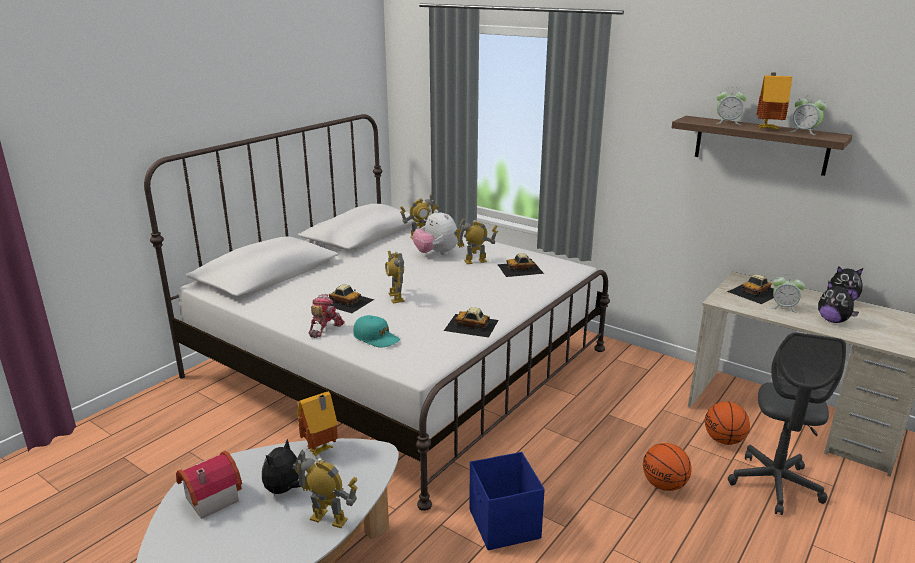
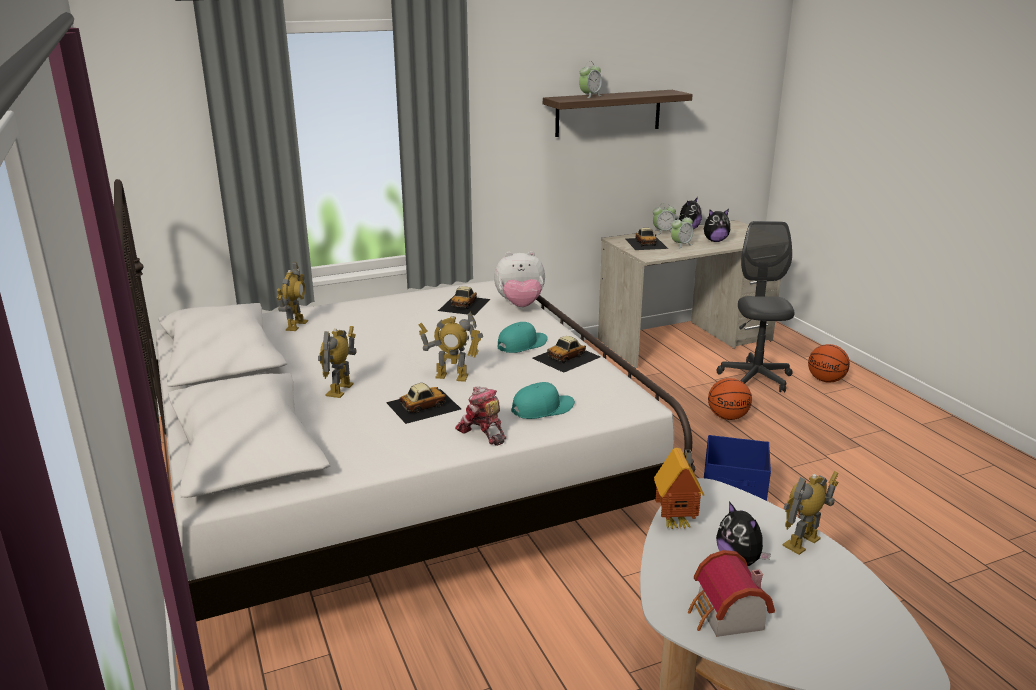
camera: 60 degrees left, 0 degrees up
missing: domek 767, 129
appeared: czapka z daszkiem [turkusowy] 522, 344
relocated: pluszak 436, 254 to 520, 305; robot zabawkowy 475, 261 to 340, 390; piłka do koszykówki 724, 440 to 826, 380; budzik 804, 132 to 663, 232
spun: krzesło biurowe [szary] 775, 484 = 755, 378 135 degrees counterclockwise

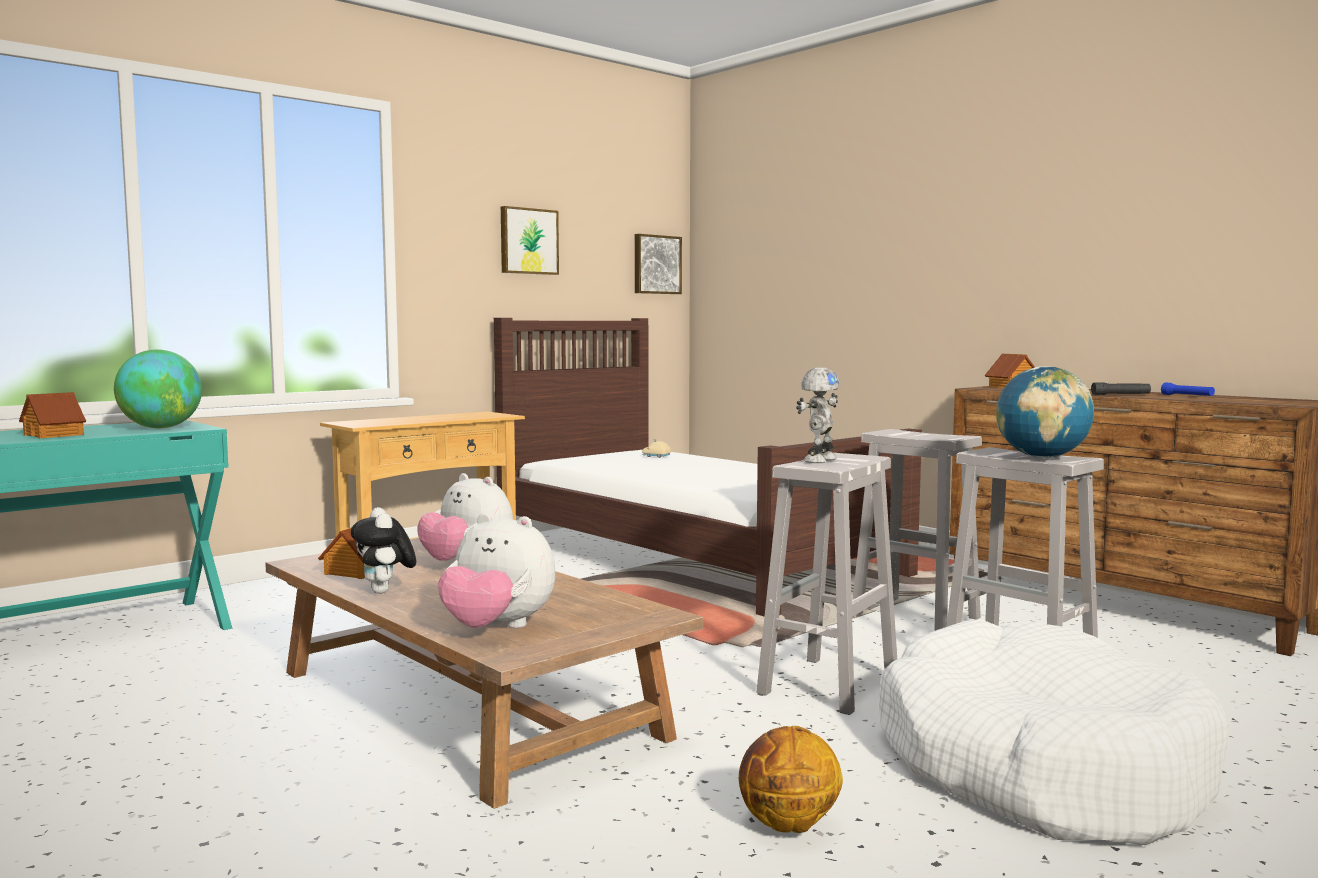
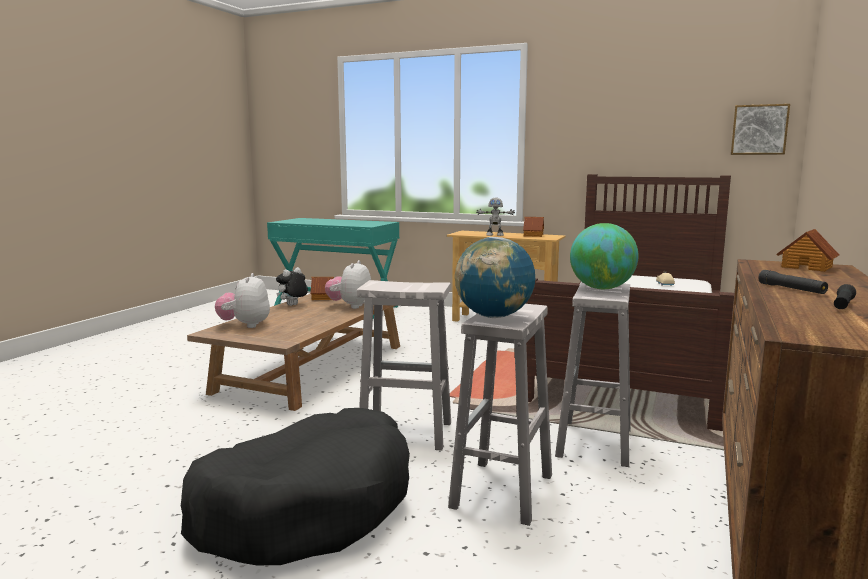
camera: 65 degrees right, 5 degrees up
missing: obraz 528, 241; piłka do koszykówki 788, 826
relocated: domek 54, 435 to 533, 235; globus 160, 428 to 601, 288; robot zabawkowy 818, 460 to 495, 235
colour: legowisko [biały] 1038, 767 to legowisko [czarny] 306, 507; latarka [niebieski] 1187, 396 to latarka [czarny] 842, 305

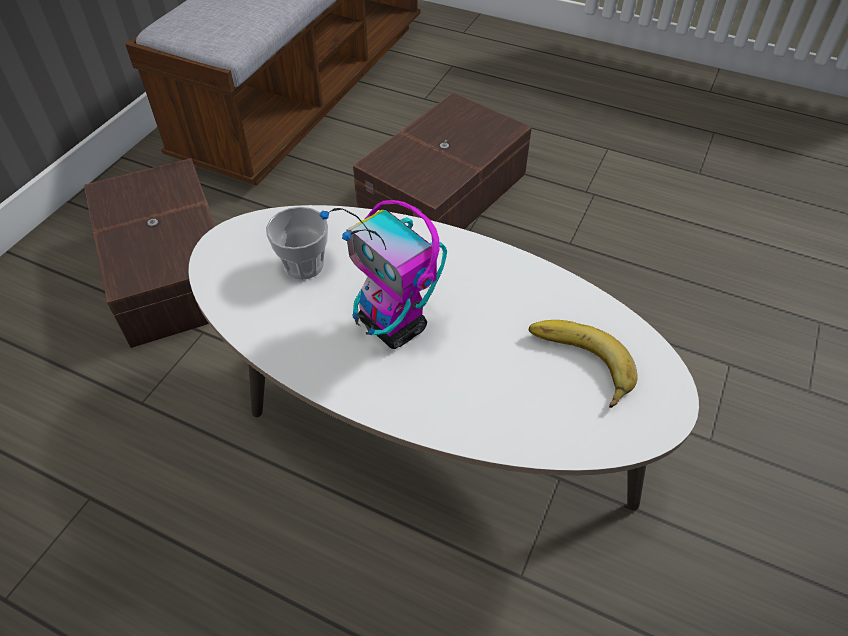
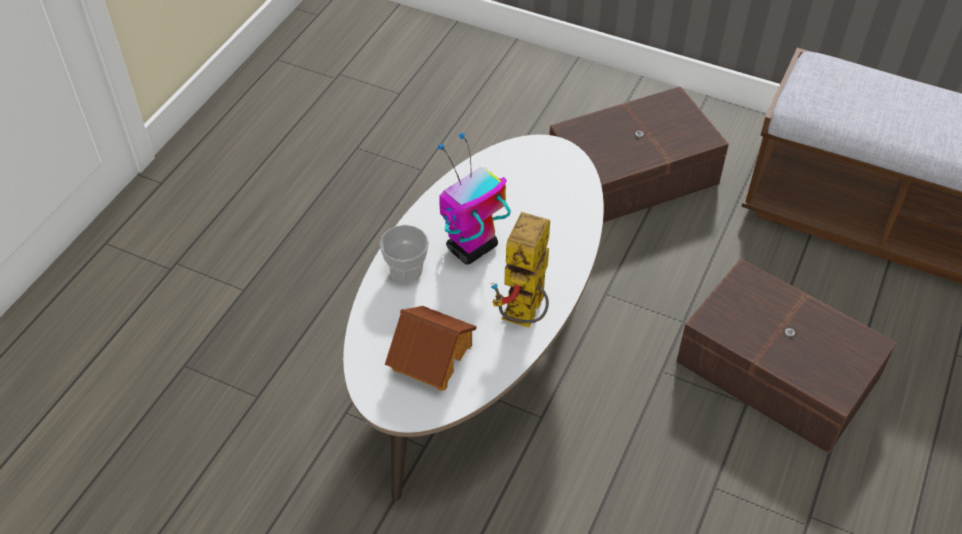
camera: 90 degrees right, 0 degrees up
appeared: robot zabawkowy 524, 317
relocated: filiżanka 304, 265 to 406, 270
exchanged: banan 577, 365 to domek 431, 356

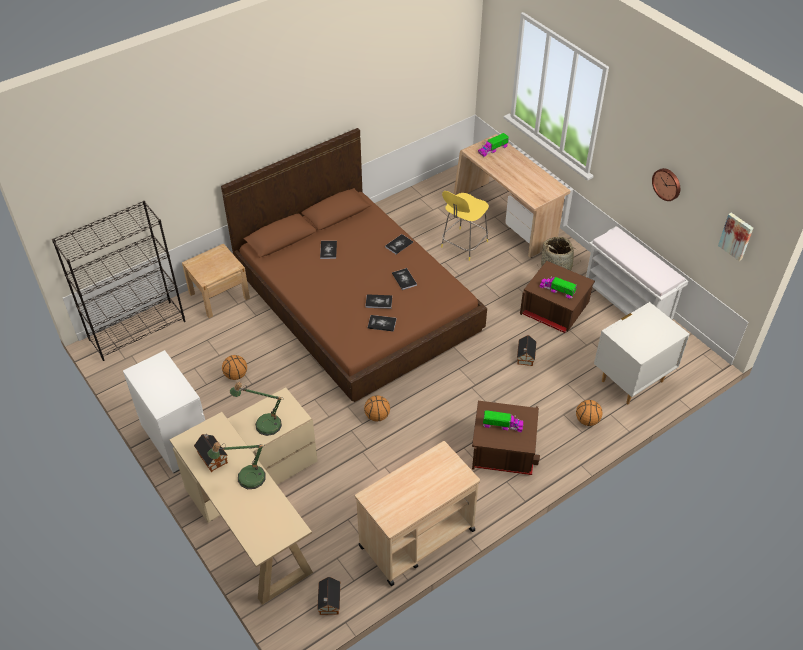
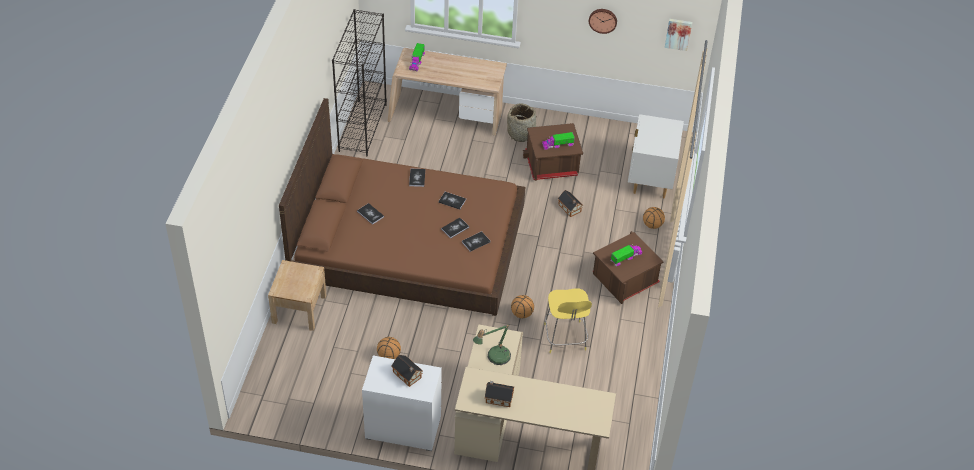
camera: 45 degrees left, 0 degrees up
missing: lampa stołowa 246, 478; wózek [beżowy] 416, 538; ławka [biały] 628, 303
relocated: regał [czarny] 138, 330 to 362, 127; domek 329, 602 to 407, 375; stołek [żółty] 463, 245 to 565, 338

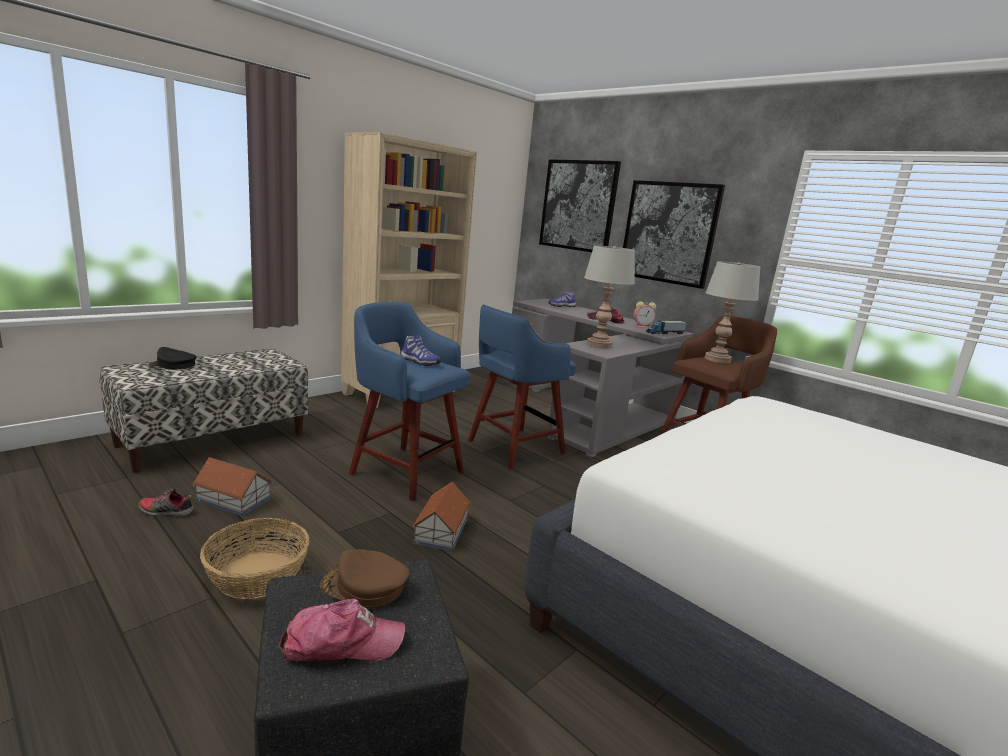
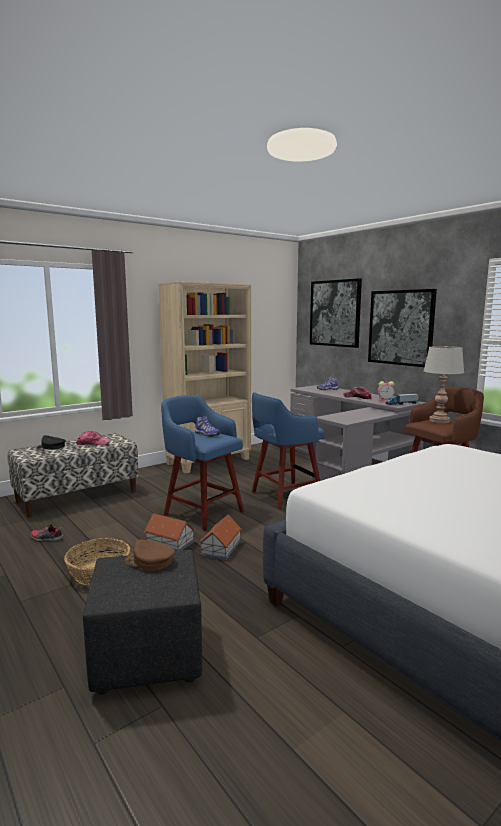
camera: 10 degrees right, 5 degrees down
missing: lampa stołowa [szary] 599, 345
relocated: domek 233, 499 to 169, 542; czapka z daszkiem 342, 643 to 93, 443

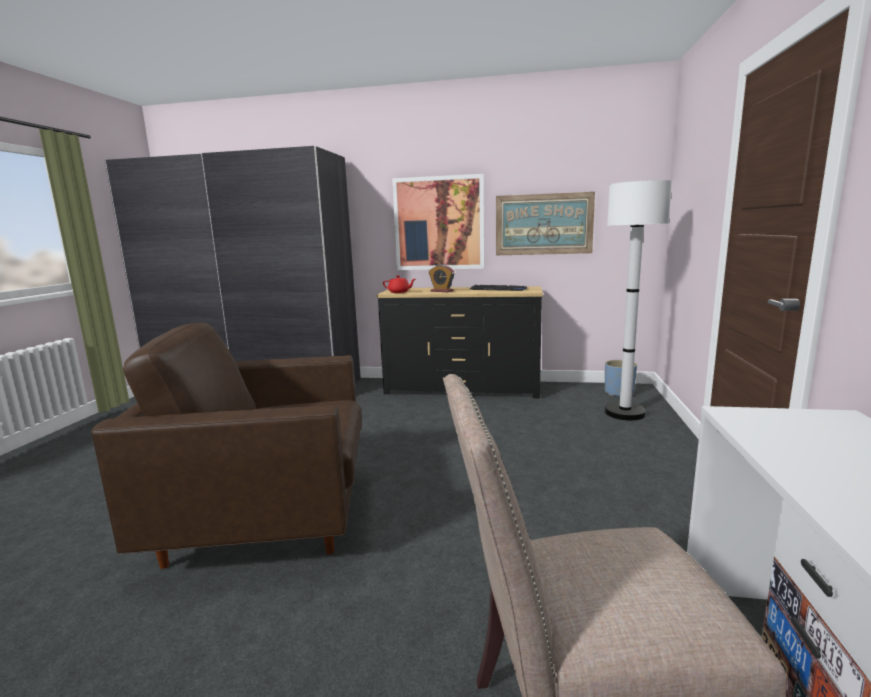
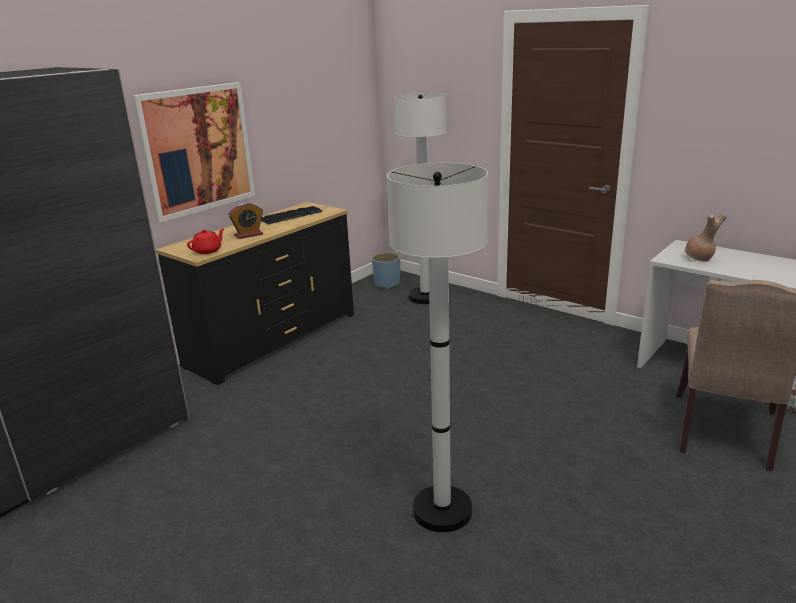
camera: 60 degrees left, 10 degrees up
missing: obraz 543, 224
appeared: wazon [brązowy] 699, 259
exchanged: fotel [brązowy] 268, 518 to lampa stojąca [biały] 442, 510

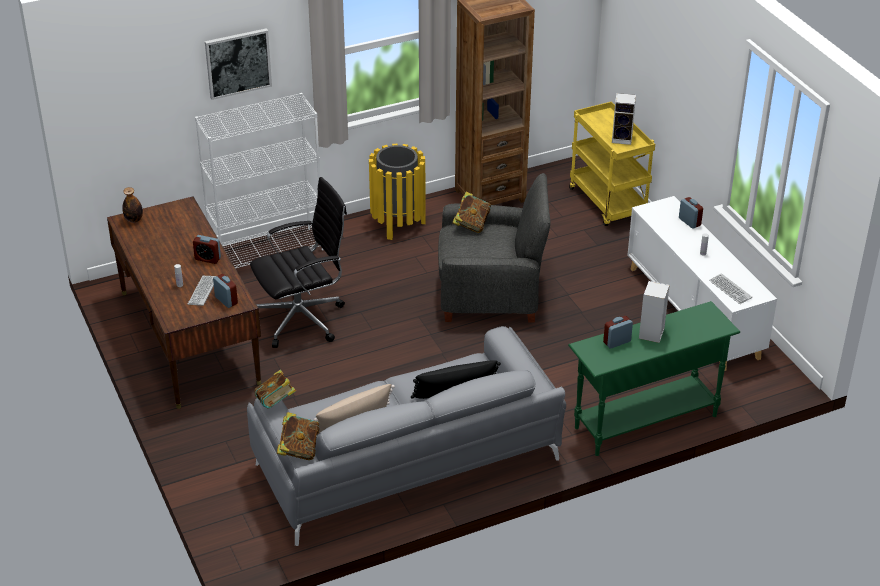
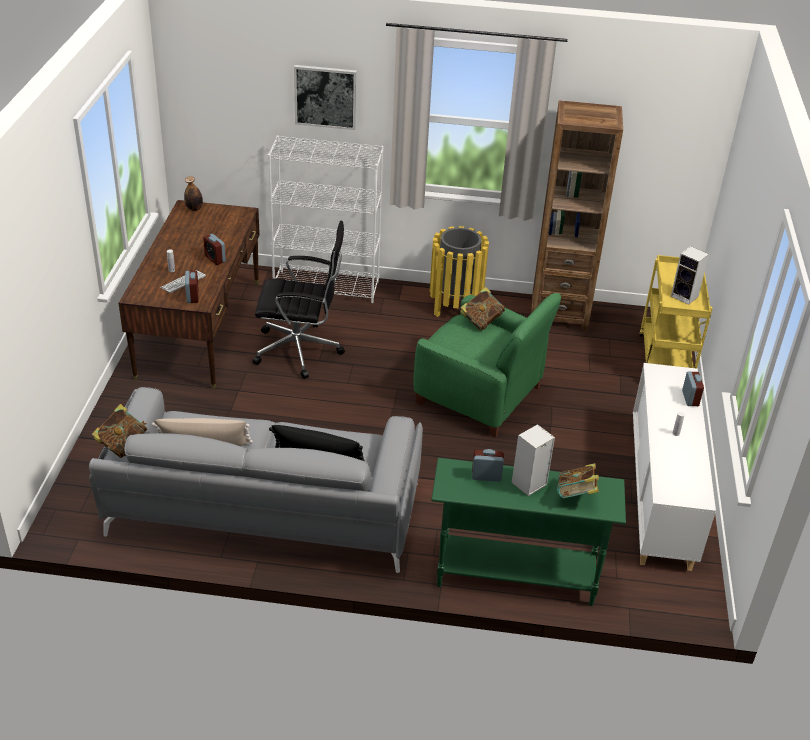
camera: 30 degrees right, 0 degrees up
missing: klawiatura 730, 289
relocated: książka 276, 403 to 576, 496
colour: fotel [szary] 491, 293 to fotel [zielony] 480, 396

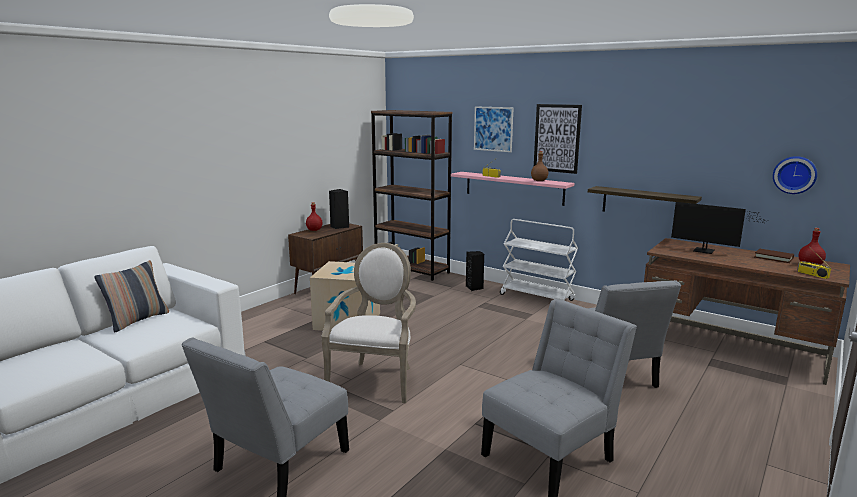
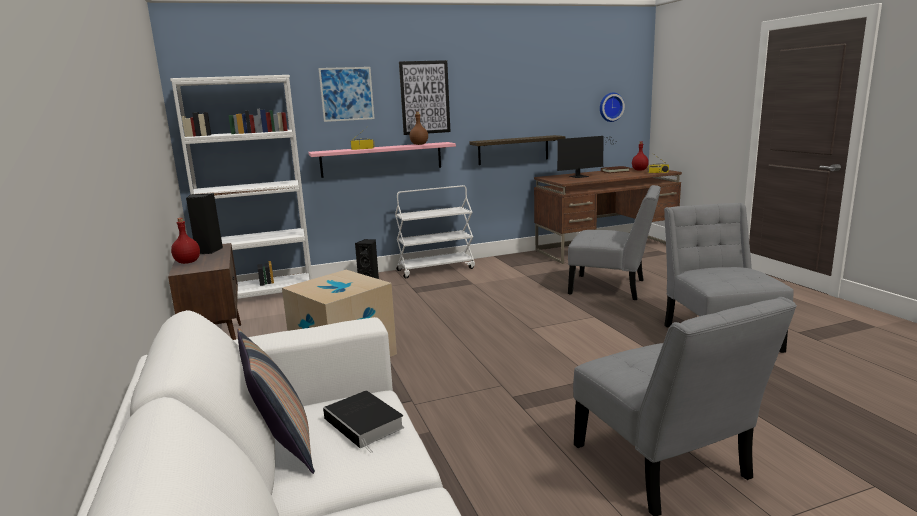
camera: 55 degrees left, 0 degrees up
missing: fotel 376, 379
appeared: książka 365, 424
colour: regał [brązowy] 412, 270 to regał [biały] 263, 295

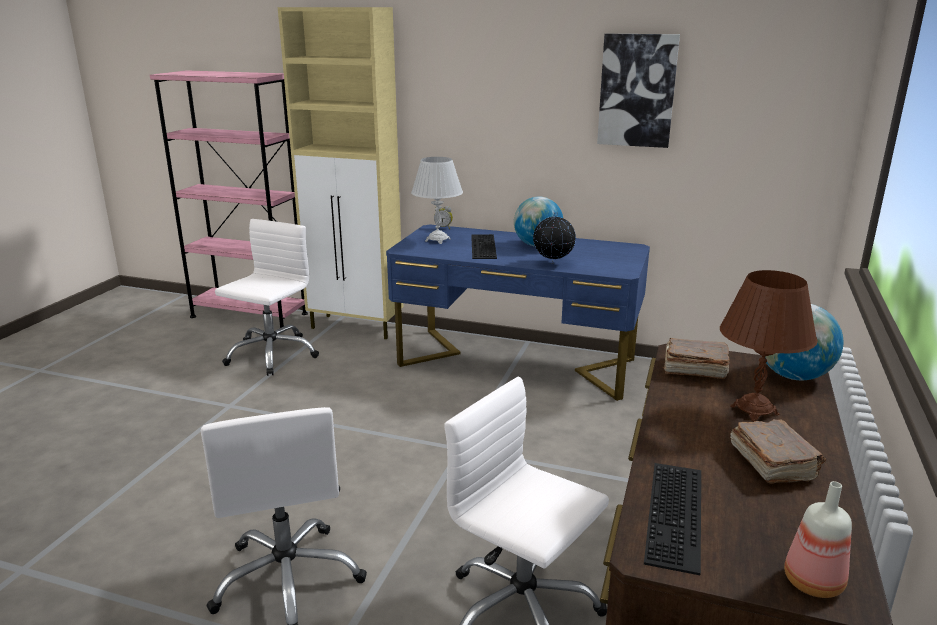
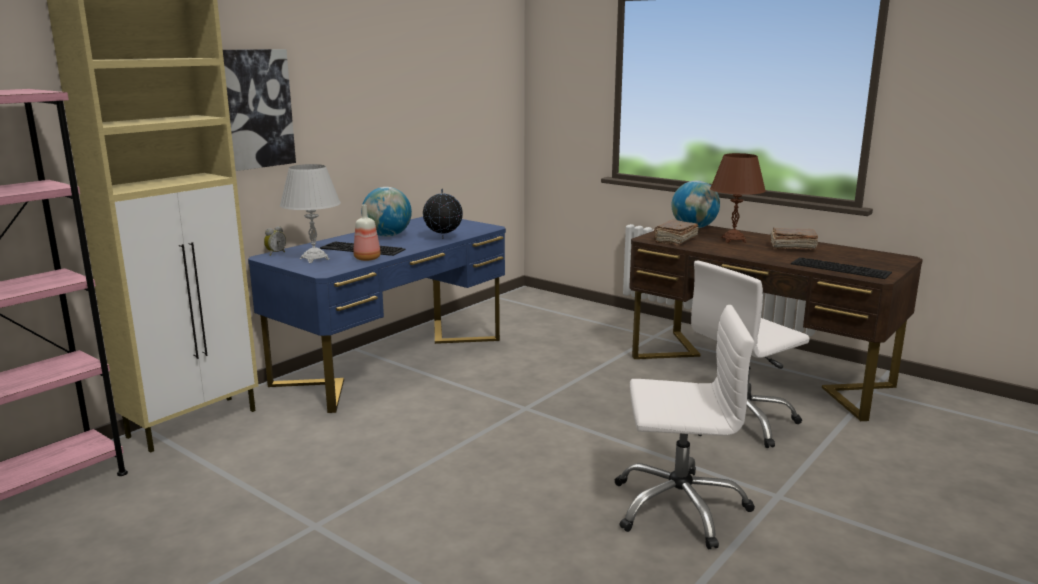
camera: 70 degrees left, 5 degrees down
missing: krzesło biurowe [biały] 271, 354
relocated: obraz 637, 90 to 255, 109; butelka 813, 584 to 368, 259

